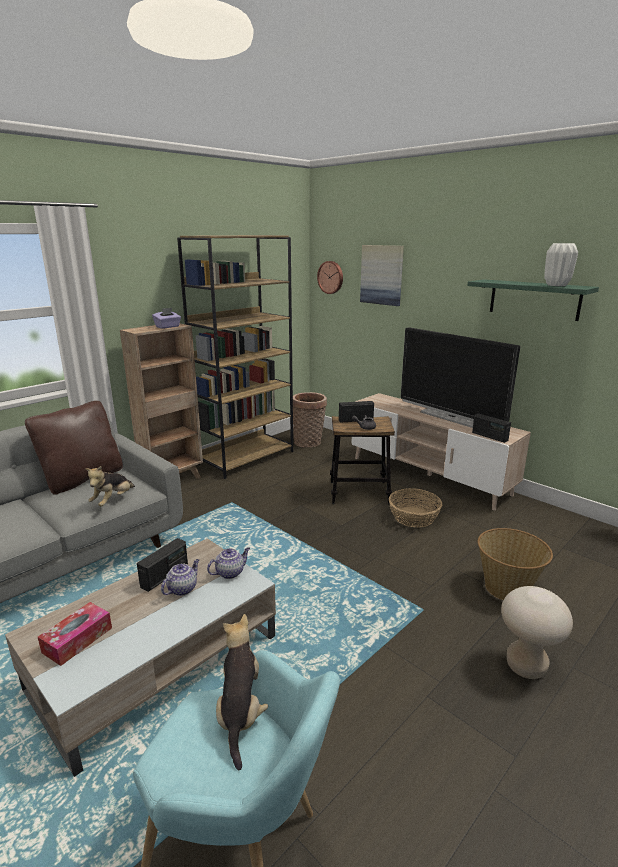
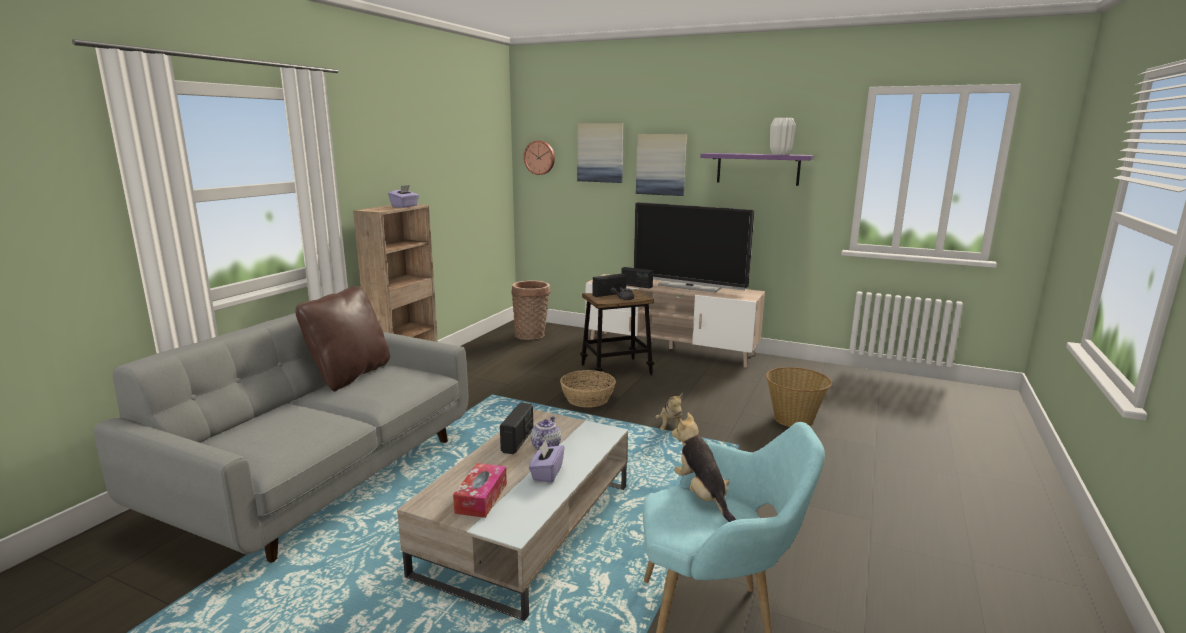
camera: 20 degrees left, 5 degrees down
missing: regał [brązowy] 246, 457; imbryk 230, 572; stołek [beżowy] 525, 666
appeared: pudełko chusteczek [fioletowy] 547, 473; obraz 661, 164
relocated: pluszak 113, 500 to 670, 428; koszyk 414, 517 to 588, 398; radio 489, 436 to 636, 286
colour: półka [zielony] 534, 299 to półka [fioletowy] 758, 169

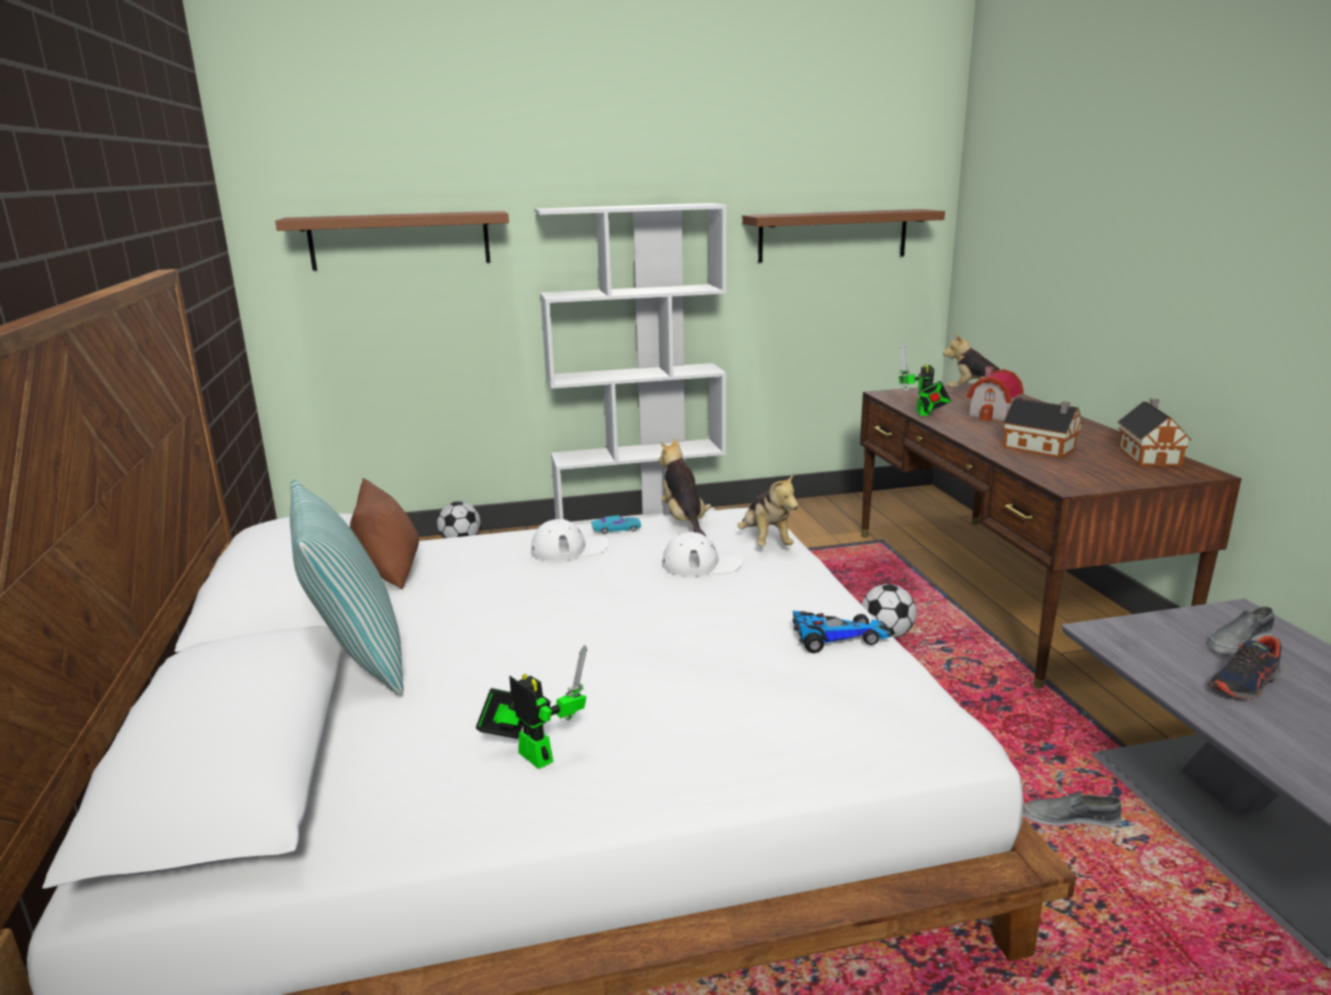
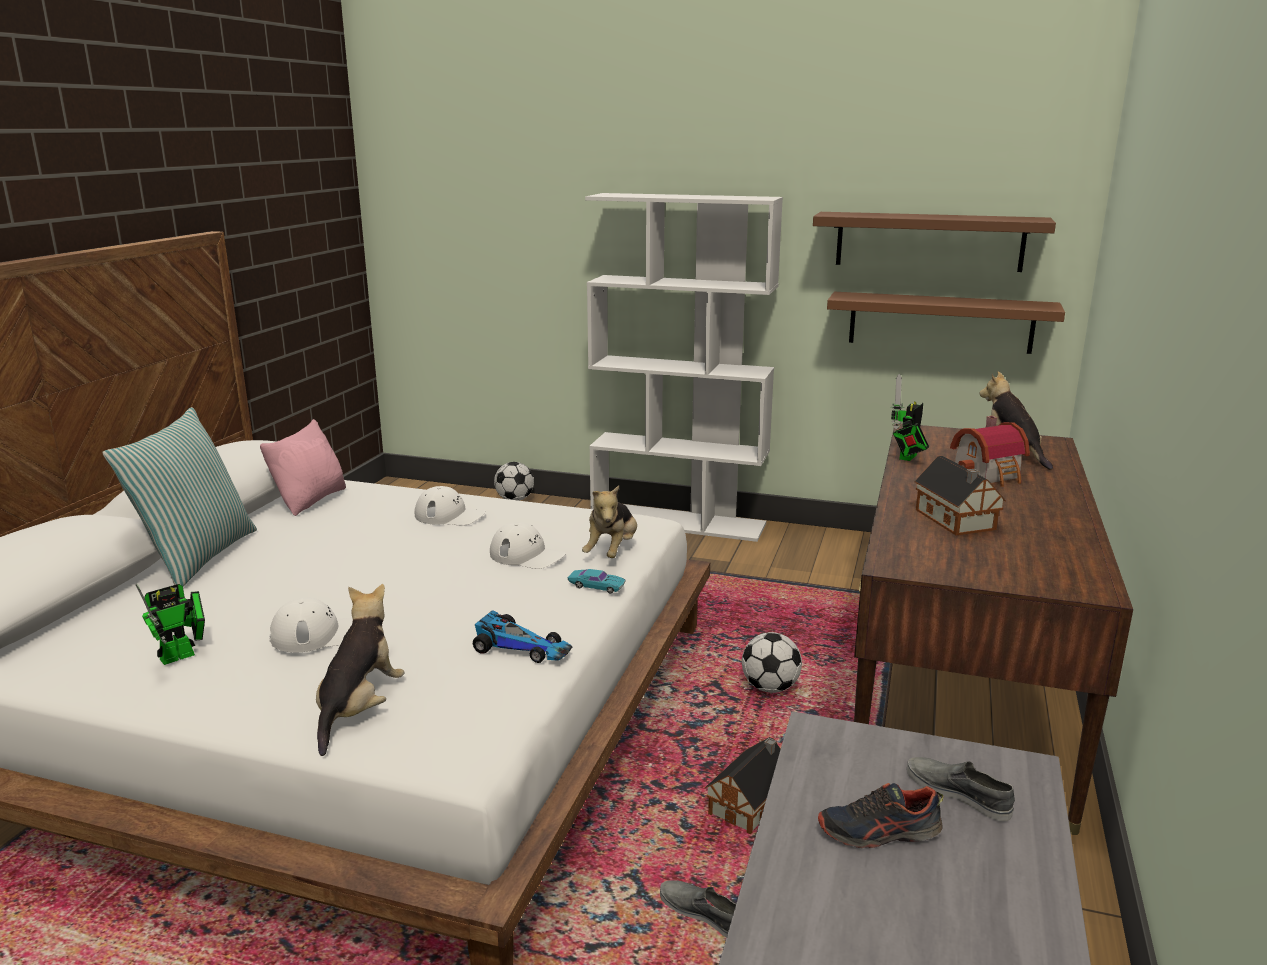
camera: 30 degrees right, 0 degrees up
appeared: czapka z daszkiem [biały] 319, 634
relocated: półka [brązowy] 400, 240 to 940, 322; samochodzik [turkusowy] 616, 529 to 596, 586; pluszak 684, 521 to 359, 709; domek 1148, 455 to 751, 804
colour: poduszka [brązowy] 390, 571 to poduszka [różowy] 310, 500
spun: robot zabawkowy 531, 754 = 183, 655 60 degrees clockwise; but [szary] 1239, 641 = 958, 793 45 degrees clockwise

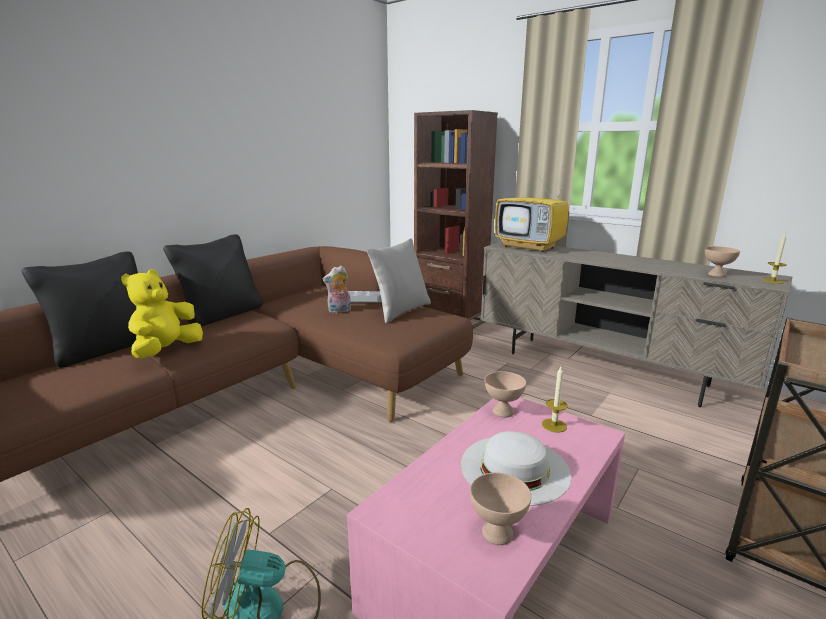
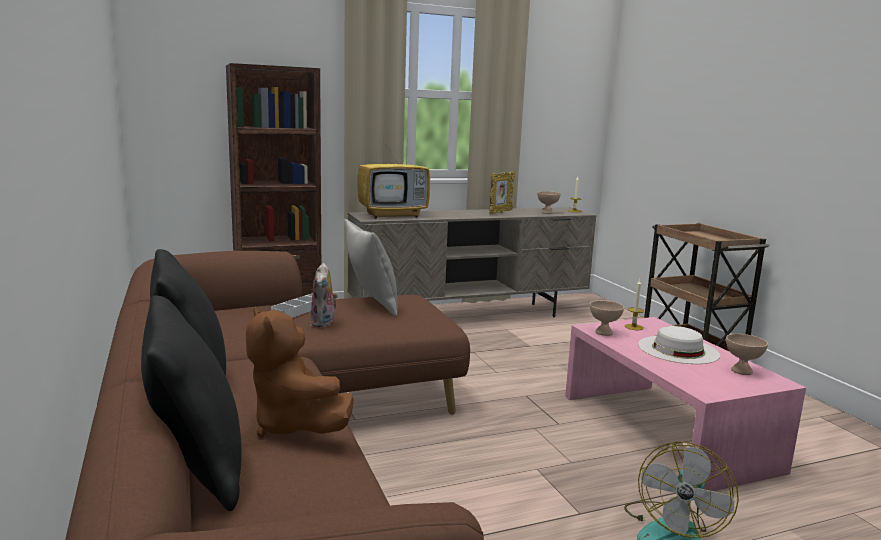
camera: 60 degrees left, 5 degrees down
appeared: ramka na zdjęcie 500, 213
colour: pluszak [żółty] 166, 351 to pluszak [brązowy] 294, 426

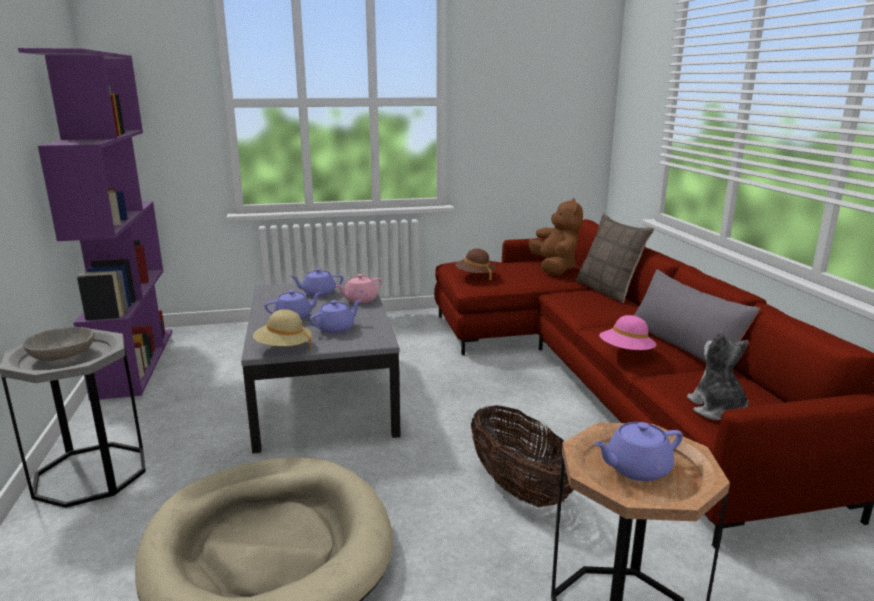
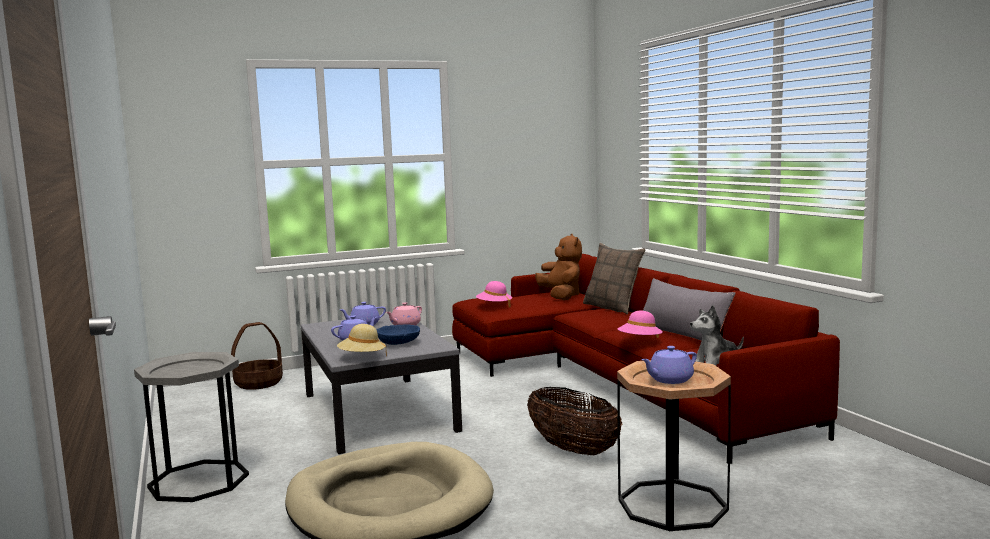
camera: 10 degrees left, 10 degrees down
missing: regał [fioletowy] 134, 361; miska [szary] 62, 356
appeared: koszyk 259, 383
exchanged: imbryk [fioletowy] 336, 328 to miska [niebieski] 398, 343
colour: kapelusz [brązowy] 475, 276 to kapelusz [różowy] 494, 306
spun: pluszak 717, 410 = 716, 364 90 degrees counterclockwise

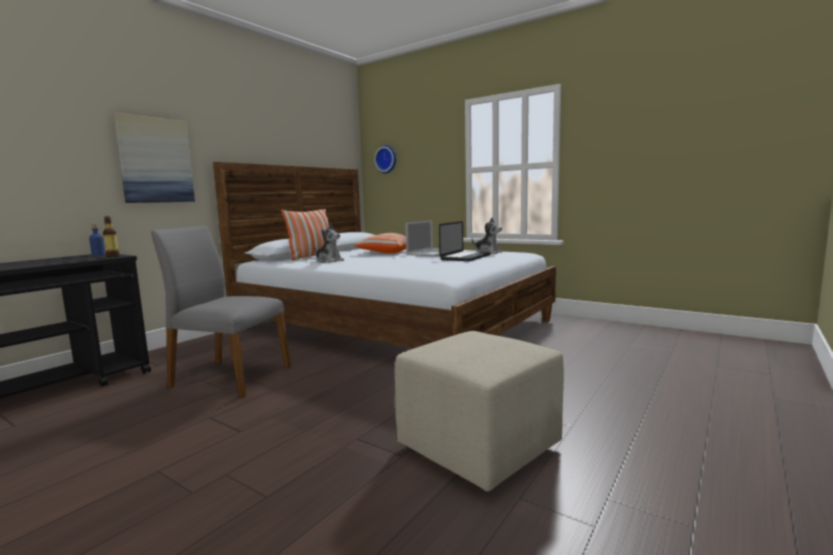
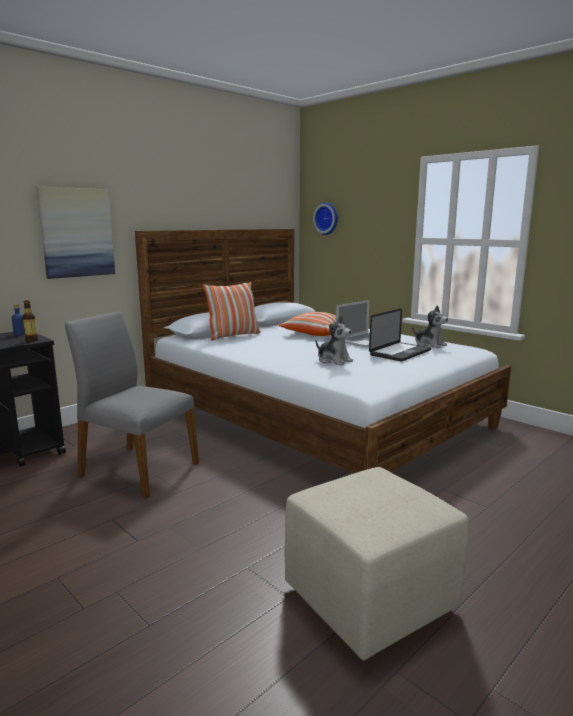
camera: 10 degrees right, 5 degrees up
relocated: pluszak 329, 261 to 334, 361

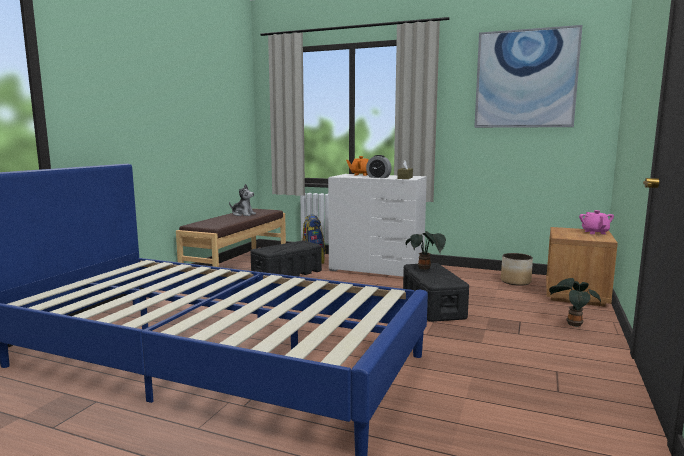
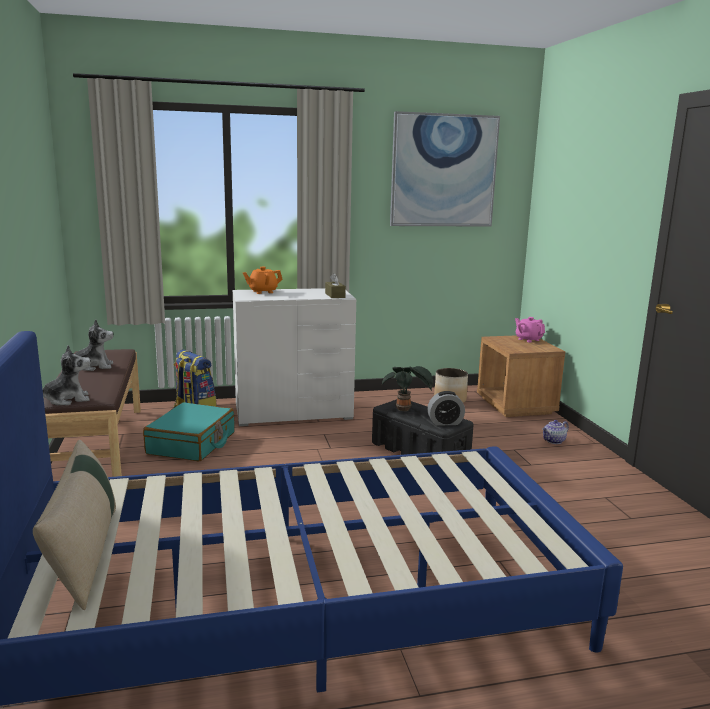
camera: 35 degrees left, 5 degrees up
appeared: poduszka [beżowy] 85, 554; pluszak 67, 399
relocated: budzik 378, 177 to 445, 423
exchanged: pojemnik do przechowywania [czarny] 287, 274 to walizka [turkusowy] 192, 443; roślina doniczkowa 572, 324 to imbryk 554, 441

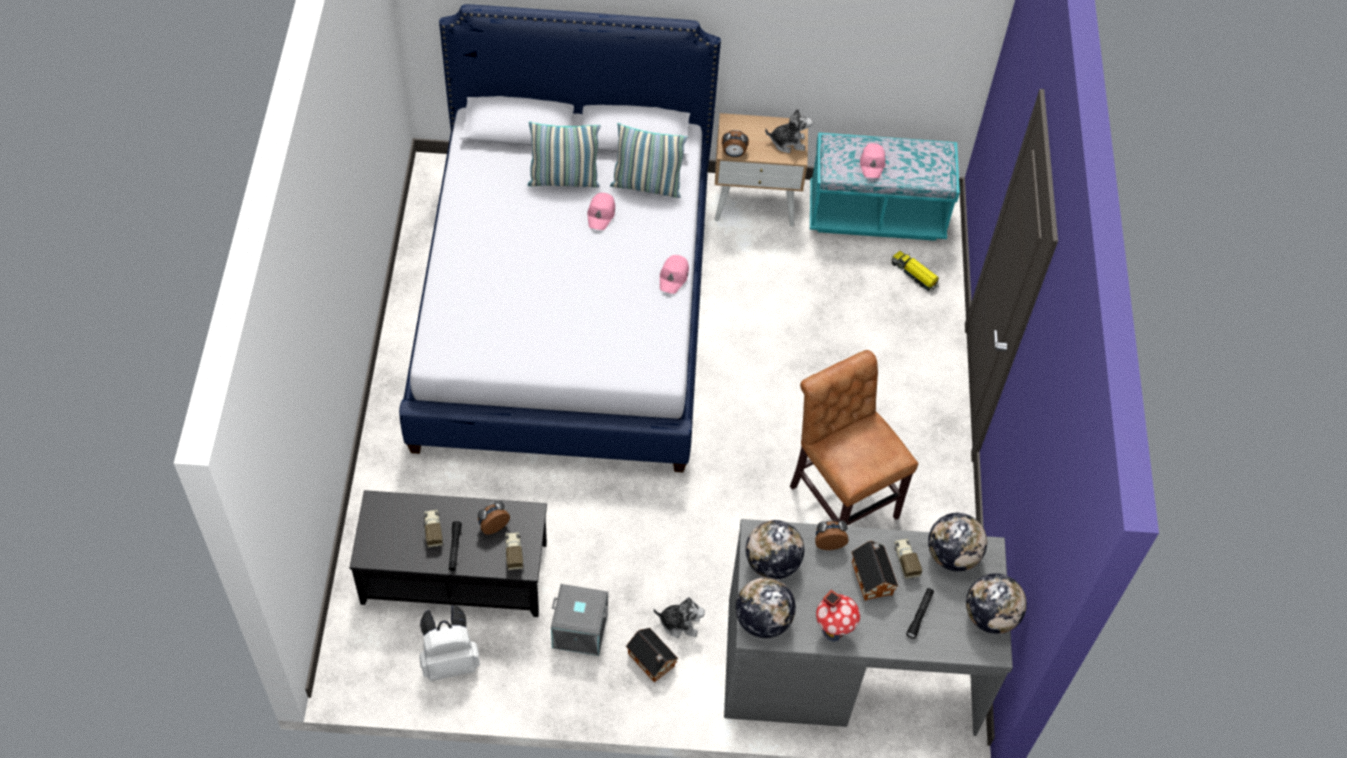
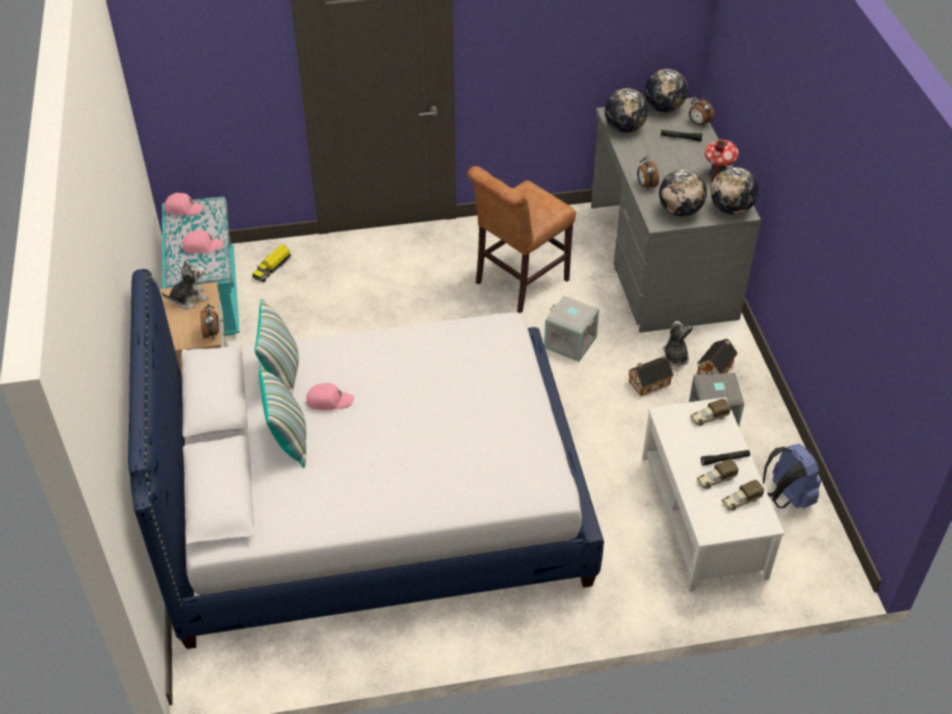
camera: 100 degrees left, 10 degrees down
appeared: pojemnik do przechowywania [szary] 570, 342
relocated: budzik 493, 525 to 698, 124; czapka z daszkiem [różowy] 674, 276 to 183, 208; domek 871, 576 to 647, 383; ciężarówka zabawkowa 905, 560 to 740, 501
colour: ława [czarny] 454, 574 to ława [biały] 704, 515; plecak [biały] 450, 660 to plecak [niebieski] 786, 497
spun: pluszak 788, 142 = 189, 298 75 degrees clockwise

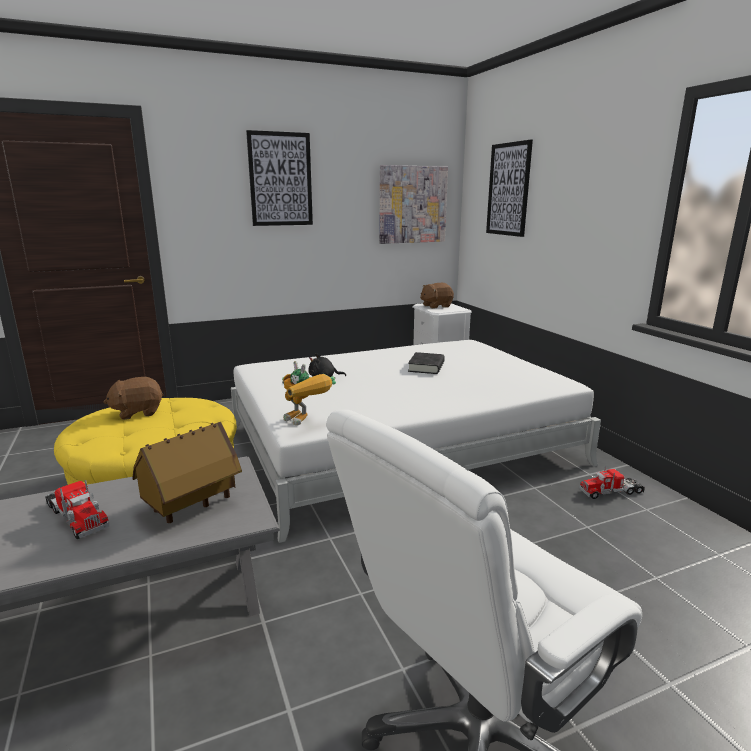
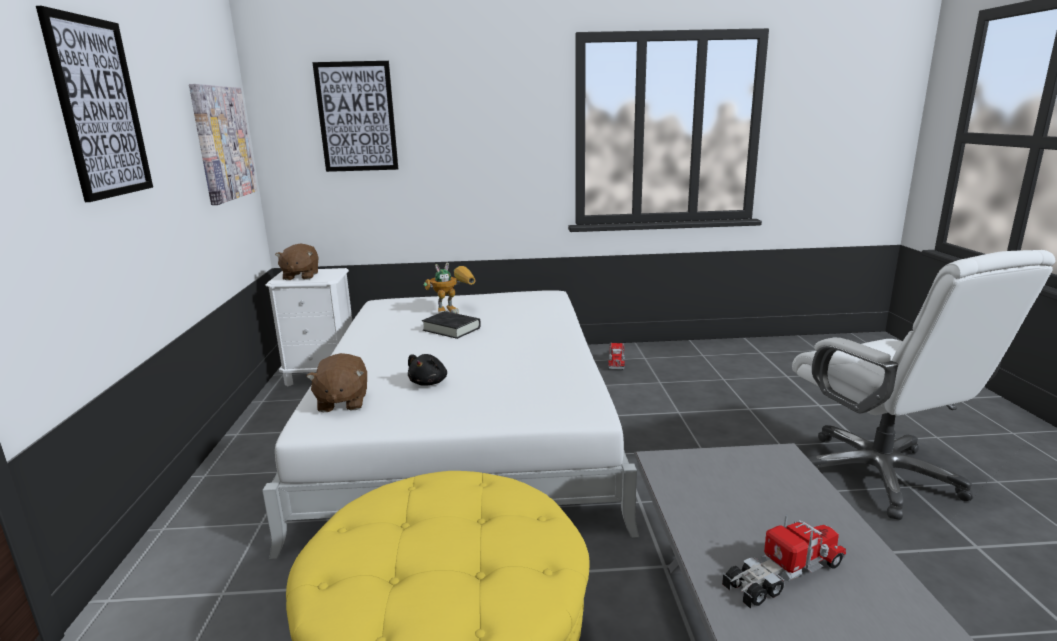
camera: 70 degrees left, 0 degrees up
missing: domek 192, 505
relocated: pluszak [brązowy] 137, 412 to 342, 402; robot zabawkowy 306, 421 to 454, 311

